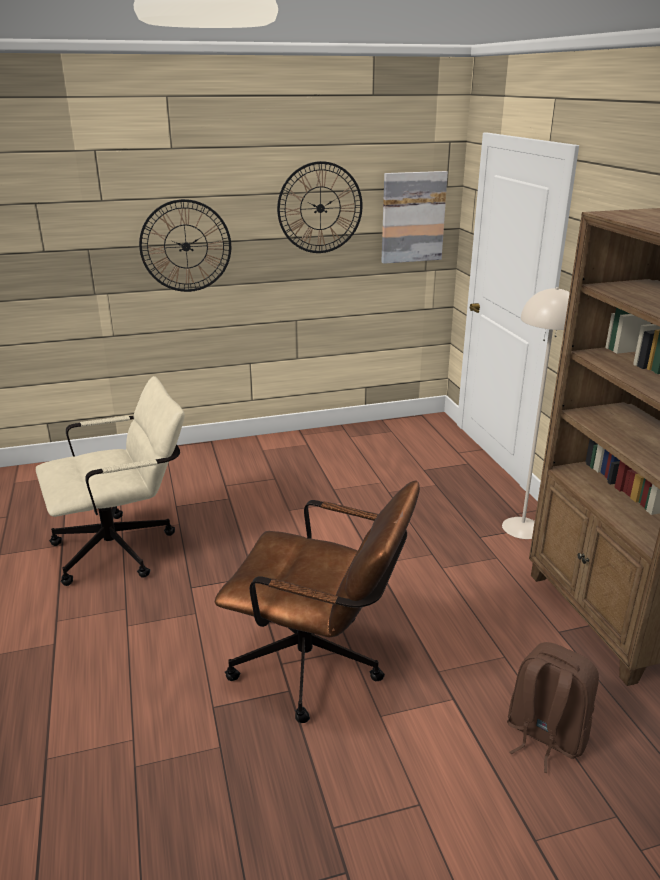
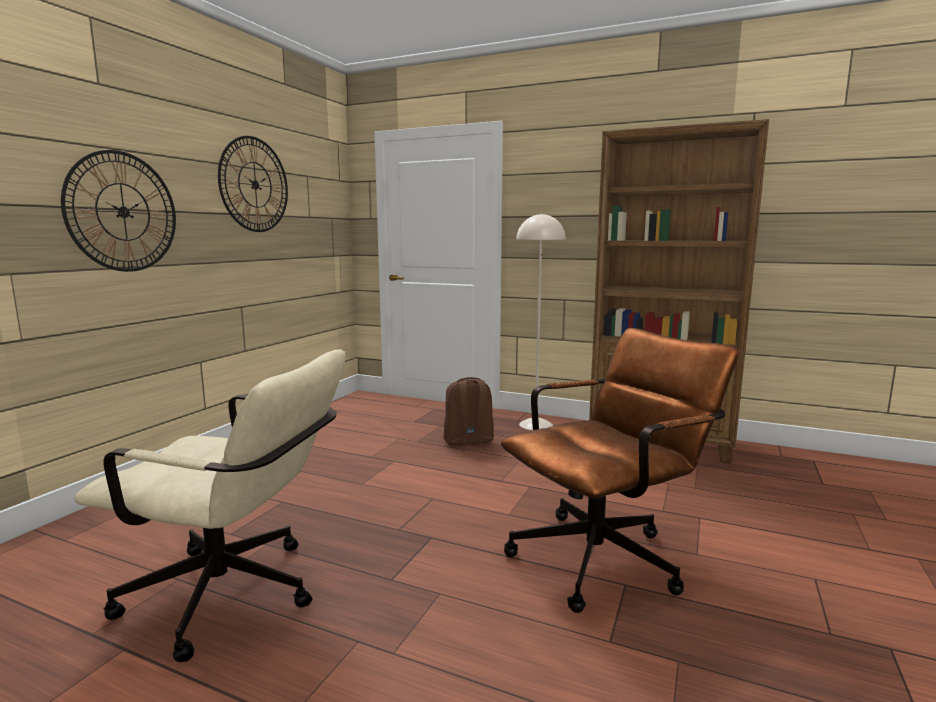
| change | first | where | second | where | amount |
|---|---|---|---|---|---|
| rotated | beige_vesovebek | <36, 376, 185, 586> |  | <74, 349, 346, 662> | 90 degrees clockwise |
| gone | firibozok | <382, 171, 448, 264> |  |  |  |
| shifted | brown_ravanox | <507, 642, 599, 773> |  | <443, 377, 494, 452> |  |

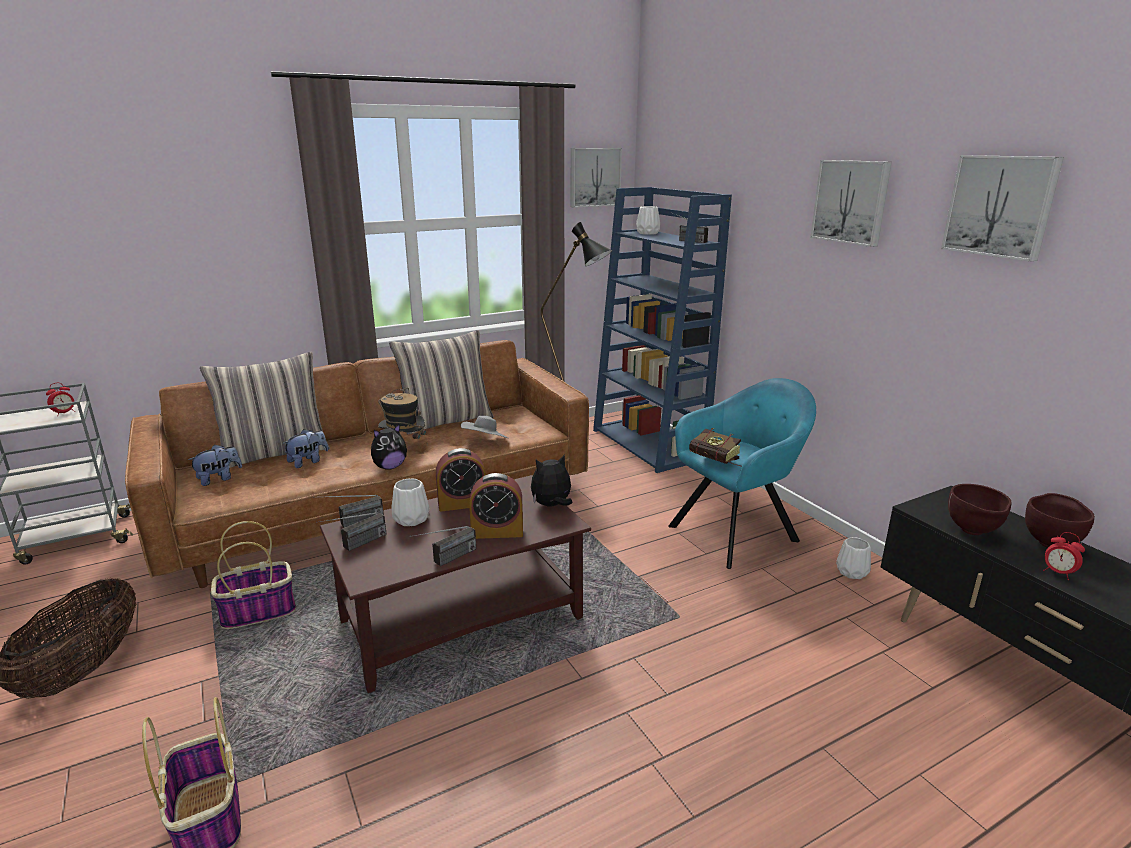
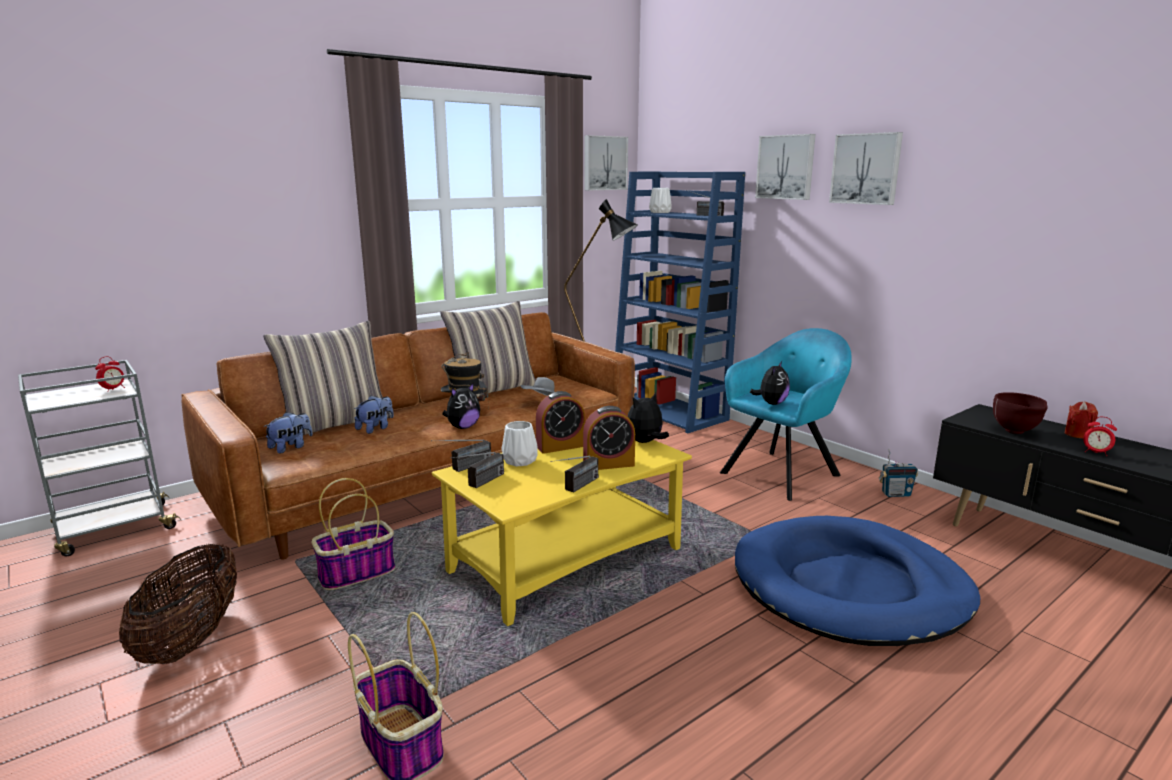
| change | first | where | second | where | amount |
|---|---|---|---|---|---|
| repainted | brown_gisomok | <320, 475, 591, 693> | yellow_gisomok | <432, 440, 692, 626> |  |
| swapped | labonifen | <689, 428, 741, 466> | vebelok | <750, 361, 790, 405> |  |
| swapped | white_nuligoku | <836, 537, 871, 579> | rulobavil | <879, 449, 918, 497> |  |
| shifted | firibozok | <941, 155, 1064, 262> |  | <755, 134, 816, 200> |  |
| swapped | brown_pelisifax | <1025, 493, 1095, 548> | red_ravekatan | <1065, 402, 1098, 439> |  |
| new |  |  | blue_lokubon | <735, 516, 980, 646> |  |

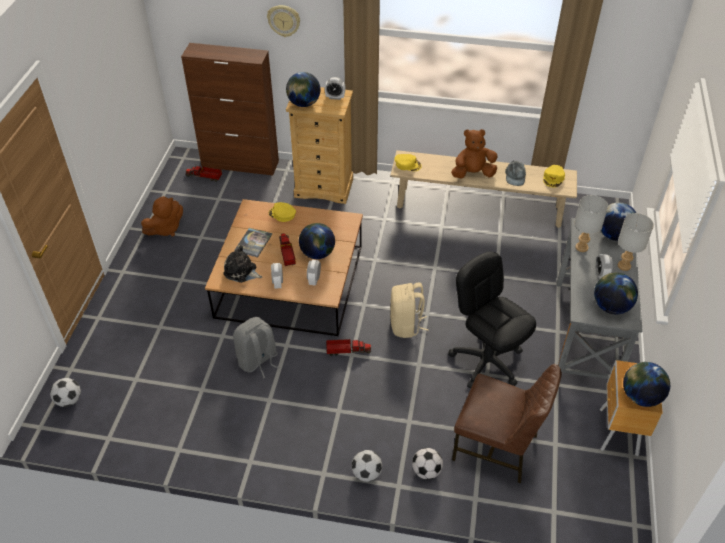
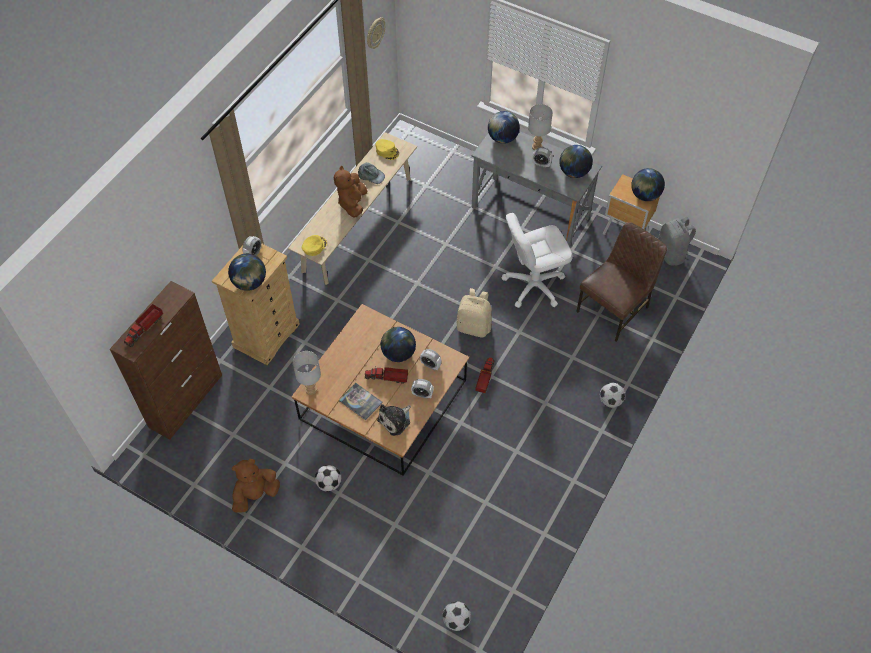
| change | first | where | second | where | amount |
|---|---|---|---|---|---|
| rotated | brown_vebelok | <141, 196, 183, 236> |  | <232, 459, 280, 512> | 105 degrees counterclockwise |
| shifted | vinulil | <185, 166, 222, 182> |  | <124, 304, 163, 347> |  |
| shifted | grey_ravanox | <233, 317, 280, 378> |  | <658, 216, 696, 266> |  |
| shifted | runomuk | <267, 5, 300, 37> |  | <367, 17, 385, 49> |  |
| gone | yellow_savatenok | <269, 202, 296, 222> |  |  |  |
| shifted | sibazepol | <412, 448, 443, 480> |  | <315, 465, 341, 492> |  |
| repainted | black_vesovebek | <448, 251, 536, 388> | white_vesovebek | <502, 213, 573, 308> |  |
| shifted | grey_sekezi | <574, 195, 608, 252> |  | <293, 351, 321, 395> |  |

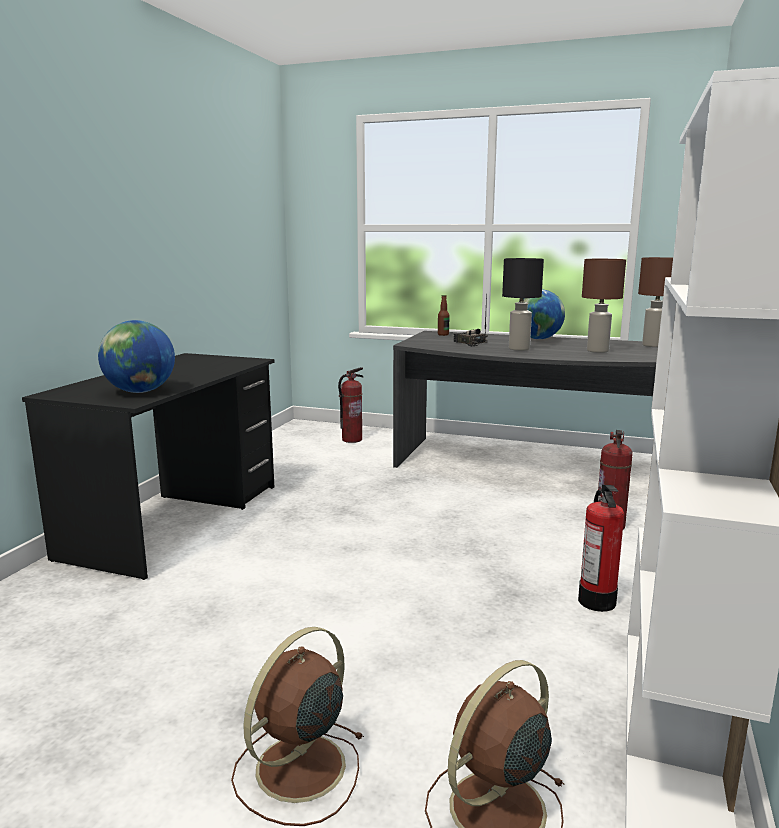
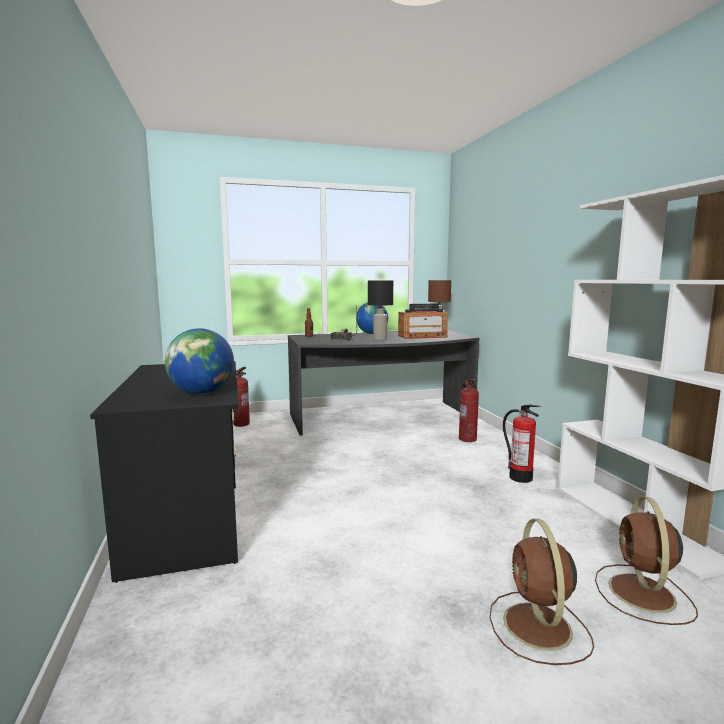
| change | first | where | second | where | amount |
|---|---|---|---|---|---|
| swapped | brown_sekezi | <582, 259, 626, 353> | rulobavil | <398, 304, 448, 339> |  |

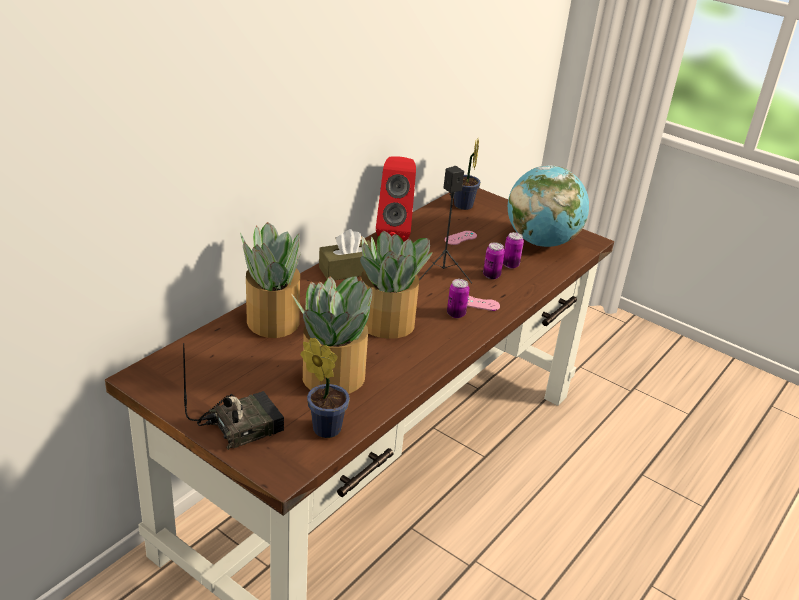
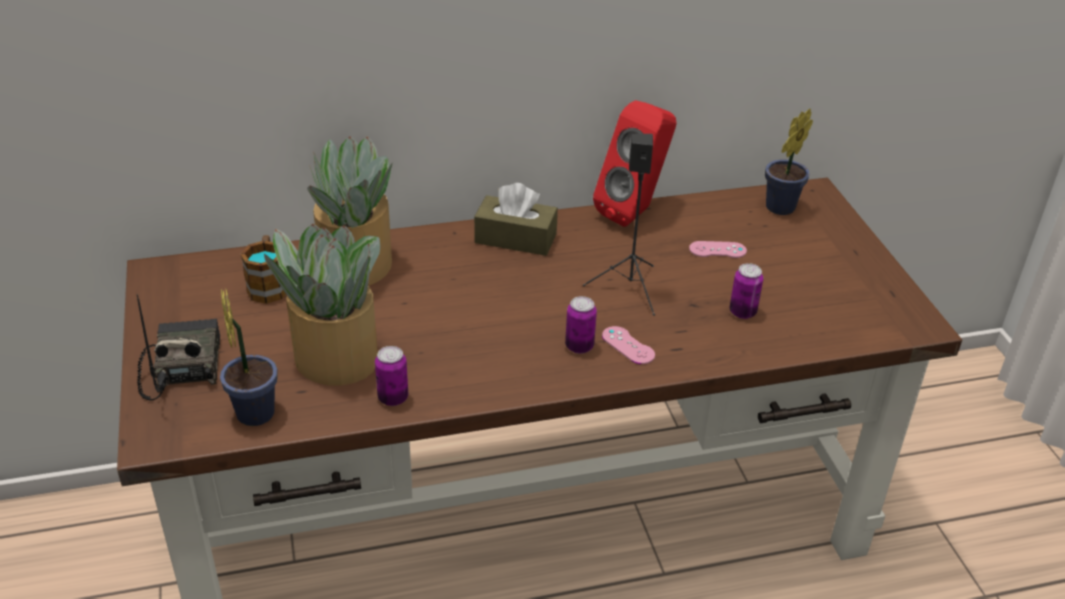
| change | first | where | second | where | amount |
|---|---|---|---|---|---|
| rotated | rulobavil | <183, 343, 284, 450> |  | <137, 294, 220, 401> | 105 degrees counterclockwise |
| gone | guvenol | <360, 231, 433, 339> |  |  |  |
| shifted | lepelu | <483, 242, 505, 279> |  | <375, 346, 408, 406> |  |
| gone | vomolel | <508, 165, 589, 247> |  |  |  |
| new |  |  | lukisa | <241, 235, 286, 304> |  |

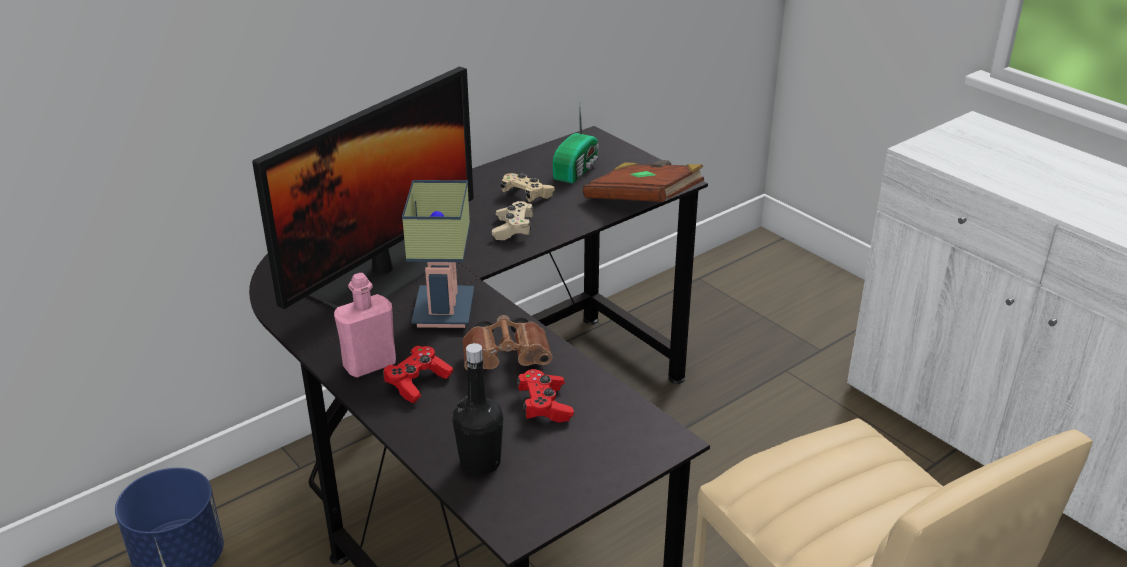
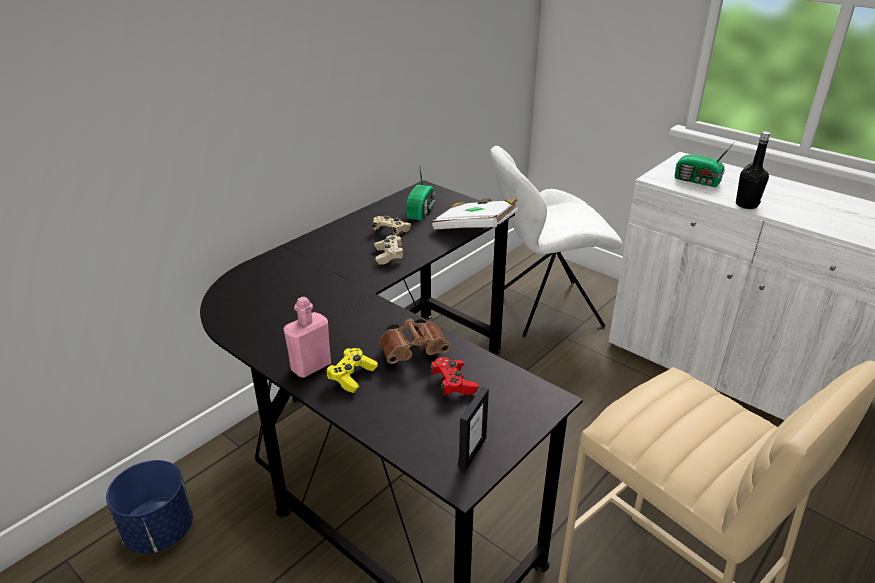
| change | first | where | second | where | amount |
|---|---|---|---|---|---|
| gone | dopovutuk | <252, 67, 474, 309> |  |  |  |
| repainted | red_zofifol | <382, 346, 453, 403> | yellow_zofifol | <326, 348, 378, 393> |  |
| gone | sekezi | <402, 180, 474, 328> |  |  |  |
| shifted | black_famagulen | <453, 343, 503, 476> |  | <736, 131, 770, 209> |  |
| repainted | brown_labonifen | <583, 160, 704, 202> | white_labonifen | <432, 199, 518, 230> |  |
| new |  |  | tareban | <458, 387, 489, 472> |  |
| new |  |  | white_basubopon | <490, 146, 622, 337> |  |
| new |  |  | rulobavil | <675, 142, 735, 187> |  |

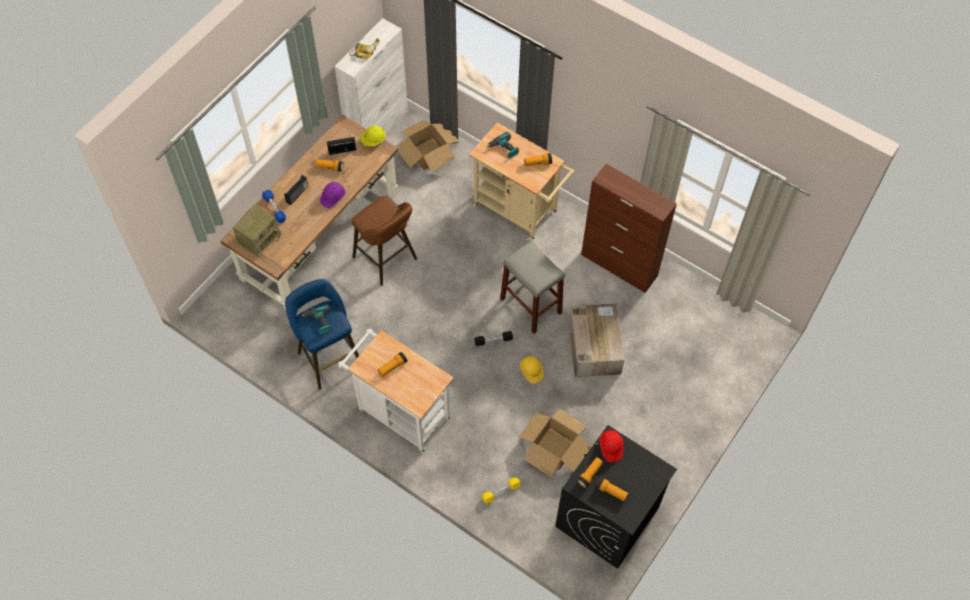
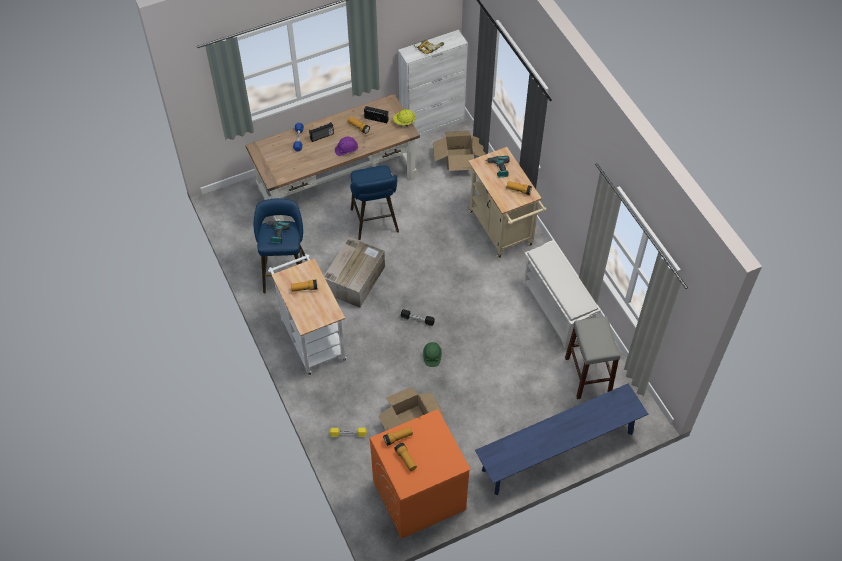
| change | first | where | second | where | amount |
|---|---|---|---|---|---|
| gone | rulobavil | <233, 205, 282, 257> |  |  |  |
| repainted | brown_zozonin | <352, 196, 417, 286> | blue_zozonin | <350, 165, 399, 240> |  |
| shifted | grey_zozonin | <500, 241, 565, 334> |  | <565, 316, 620, 399> |  |
| repainted | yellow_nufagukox | <520, 356, 543, 383> | green_nufagukox | <423, 342, 442, 367> |  |
| repainted | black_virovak | <555, 425, 677, 569> | orange_virovak | <370, 409, 471, 539> |  |
| shifted | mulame | <569, 304, 624, 377> |  | <324, 237, 385, 308> |  |
| swapped | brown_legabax | <581, 164, 677, 293> | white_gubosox | <523, 240, 601, 348> |  |
| gone | red_nufagukox | <599, 430, 624, 462> |  |  |  |
| new |  |  | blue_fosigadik | <475, 383, 648, 495> |  |

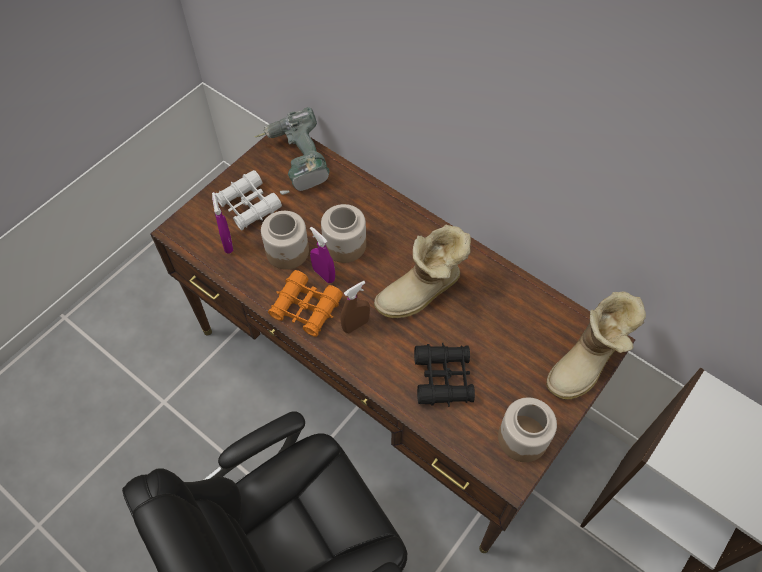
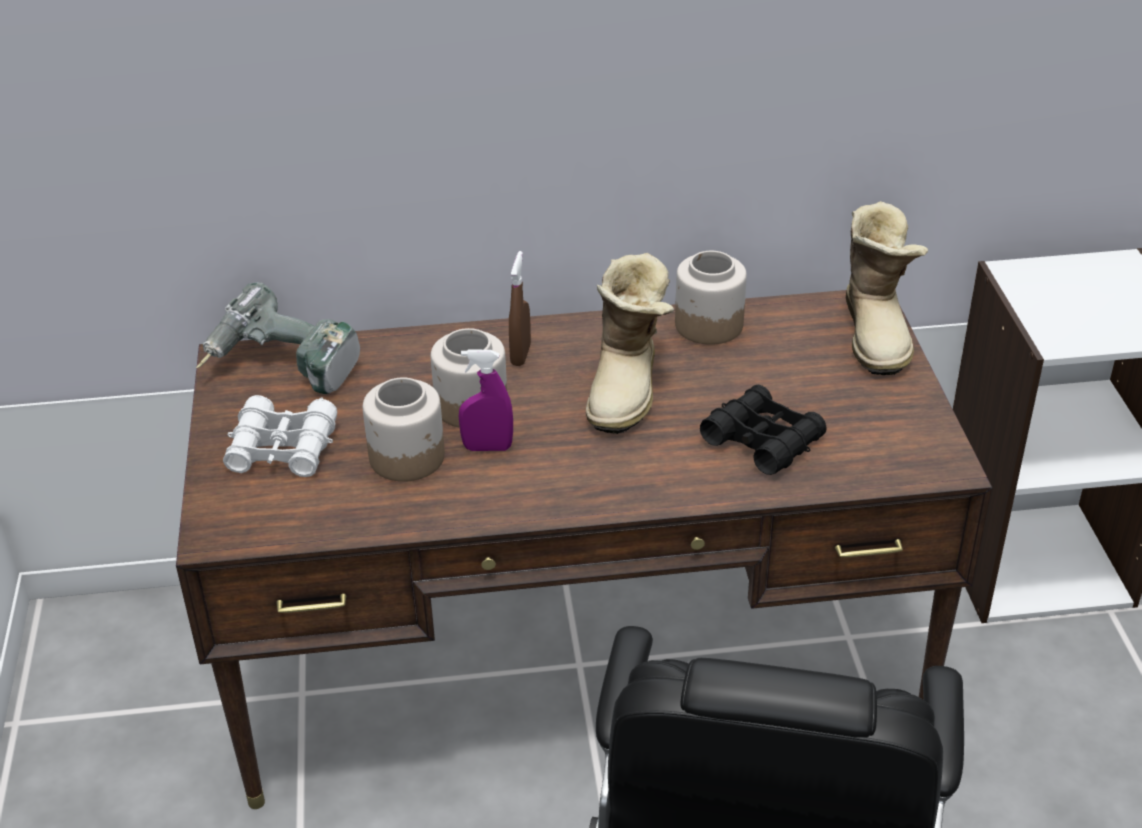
| change | first | where | second | where | amount |
|---|---|---|---|---|---|
| gone | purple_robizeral | <212, 192, 233, 253> |  |  |  |
| gone | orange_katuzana | <268, 270, 343, 337> |  |  |  |
| shifted | brown_robizeral | <340, 281, 370, 333> |  | <509, 251, 531, 366> |  |
| shifted | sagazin | <498, 397, 557, 462> |  | <675, 251, 747, 345> |  |

